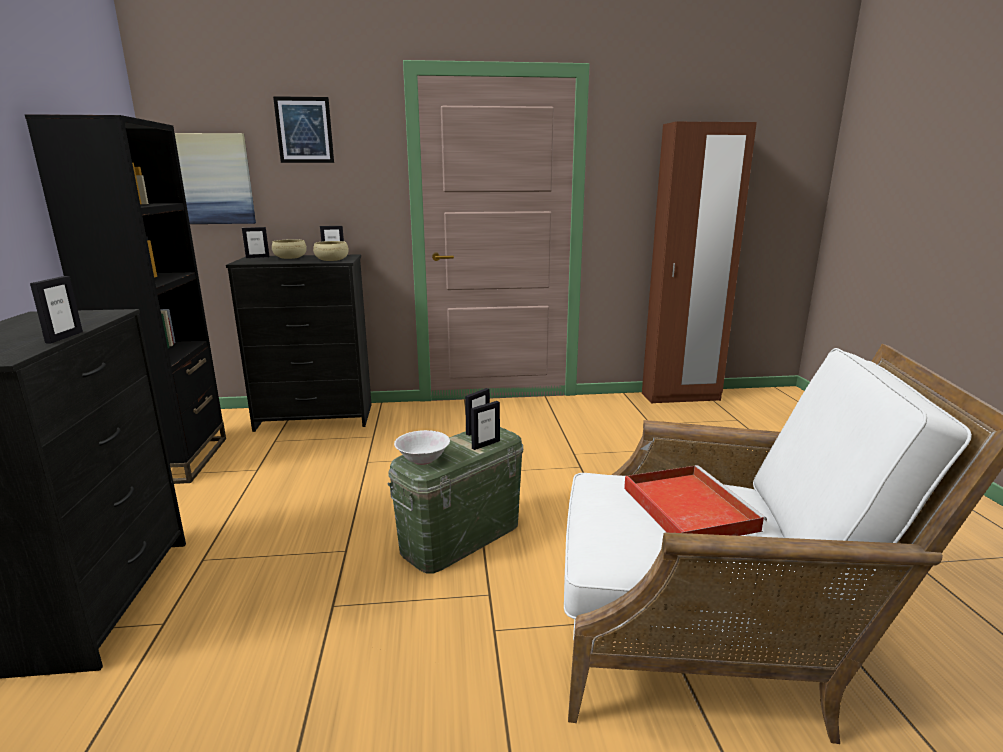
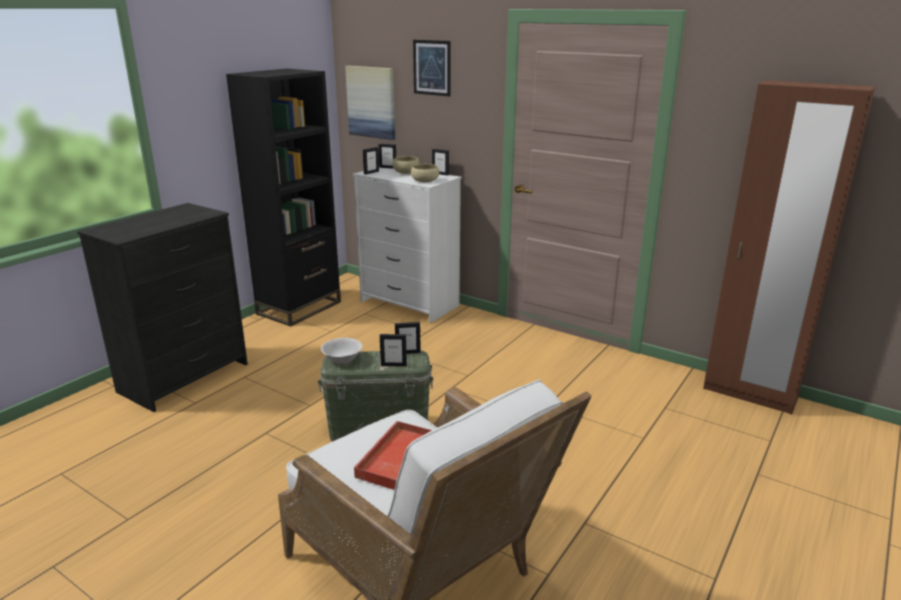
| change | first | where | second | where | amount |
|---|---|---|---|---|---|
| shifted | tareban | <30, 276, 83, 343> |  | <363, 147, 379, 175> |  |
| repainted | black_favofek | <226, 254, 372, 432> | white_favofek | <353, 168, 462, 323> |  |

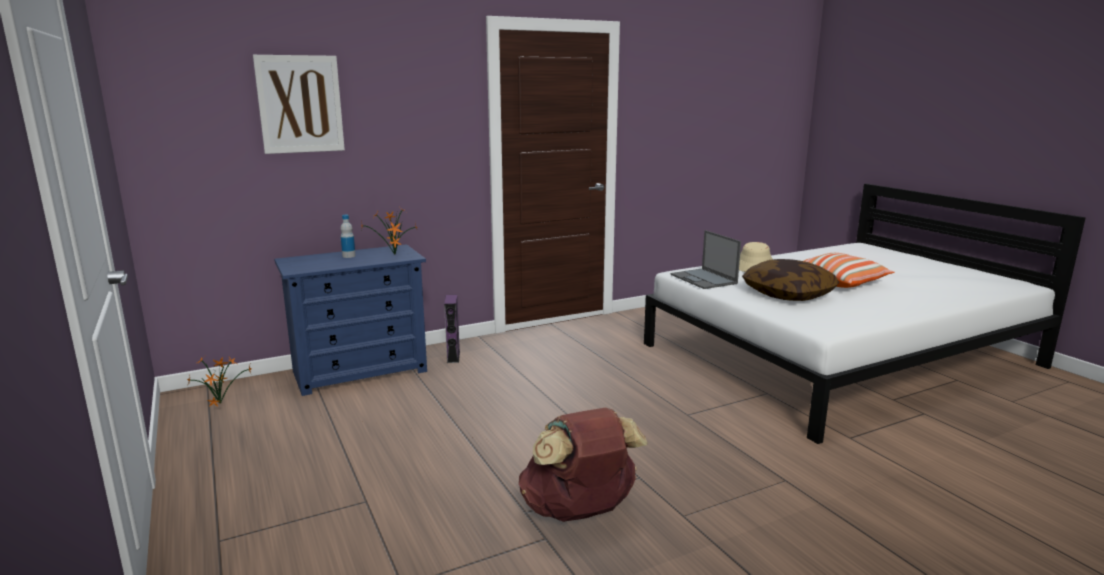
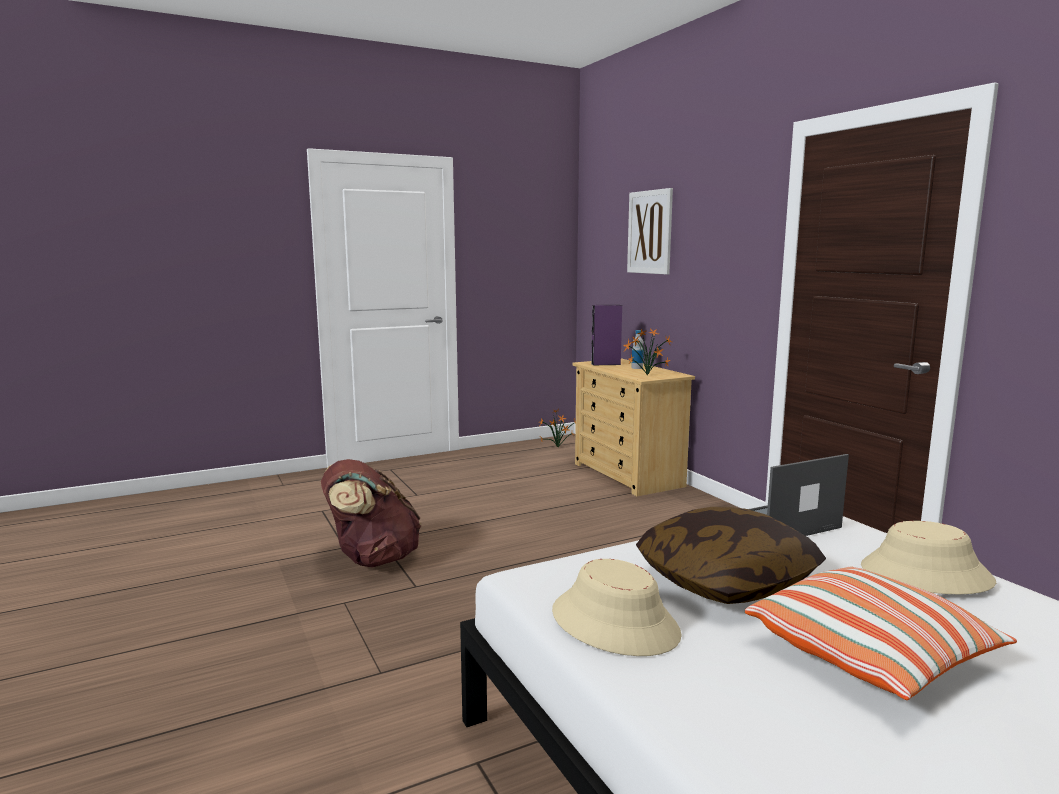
| change | first | where | second | where | amount |
|---|---|---|---|---|---|
| repainted | blue_favofek | <274, 244, 427, 396> | beige_favofek | <572, 358, 695, 496> |  |
| shifted | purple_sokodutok | <444, 295, 460, 363> |  | <591, 305, 622, 365> |  |
| new |  |  | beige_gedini | <552, 559, 682, 656> |  |

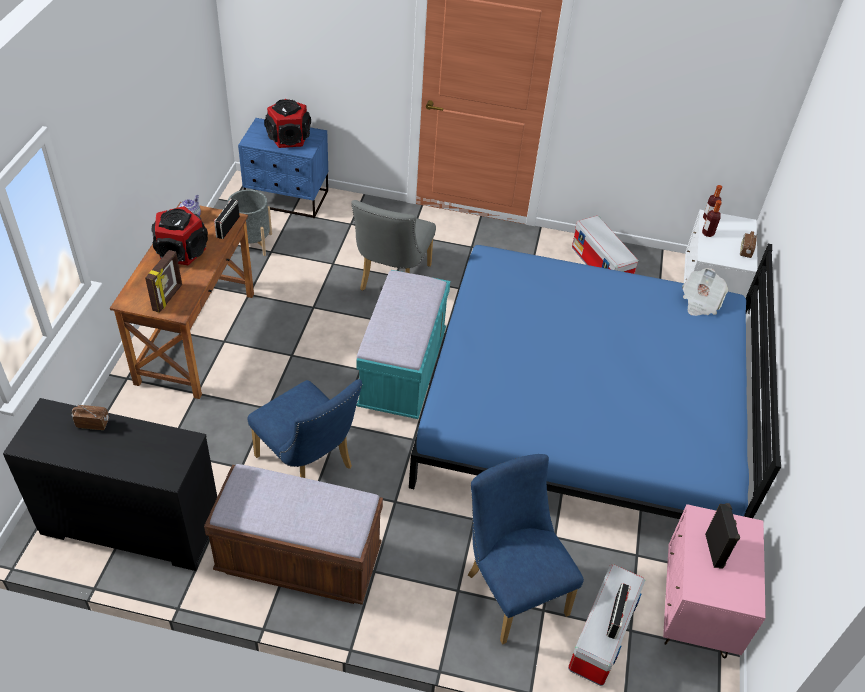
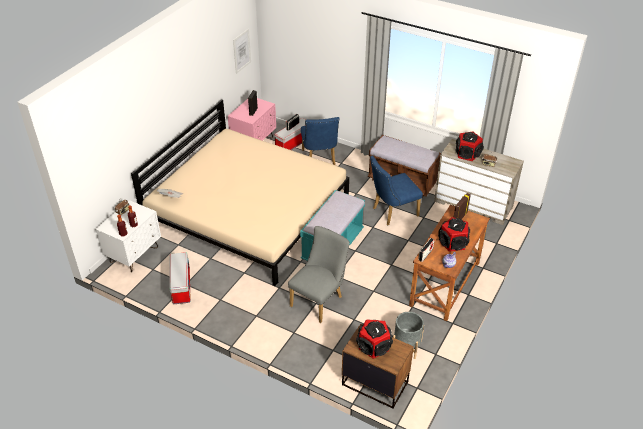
| change | first | where | second | where | amount |
|---|---|---|---|---|---|
| repainted | black_favofek | <3, 398, 217, 571> | beige_favofek | <434, 139, 524, 225> |  |
| repainted | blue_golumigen | <238, 118, 328, 218> | brown_golumigen | <342, 324, 414, 409> |  |
| rotated | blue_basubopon | <247, 379, 362, 478> |  | <370, 155, 423, 225> | 90 degrees counterclockwise |
| repainted | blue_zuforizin | <409, 244, 781, 519> | beige_zuforizin | <131, 99, 349, 286> |  |
| new |  |  | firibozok | <233, 29, 251, 74> |  |
| new |  |  | sokodutok | <455, 132, 484, 161> |  |

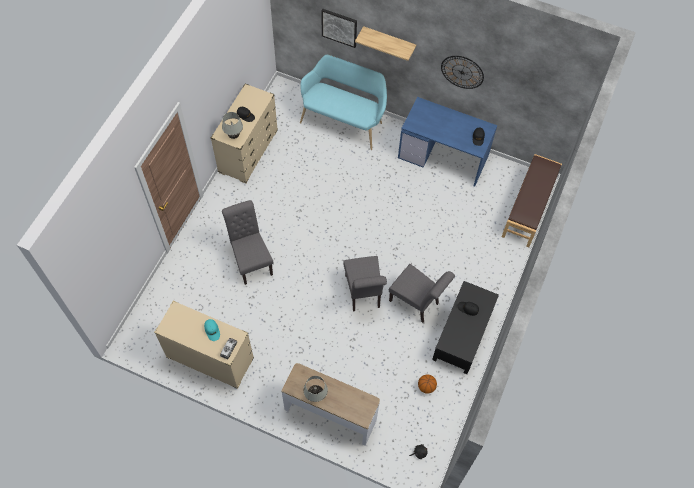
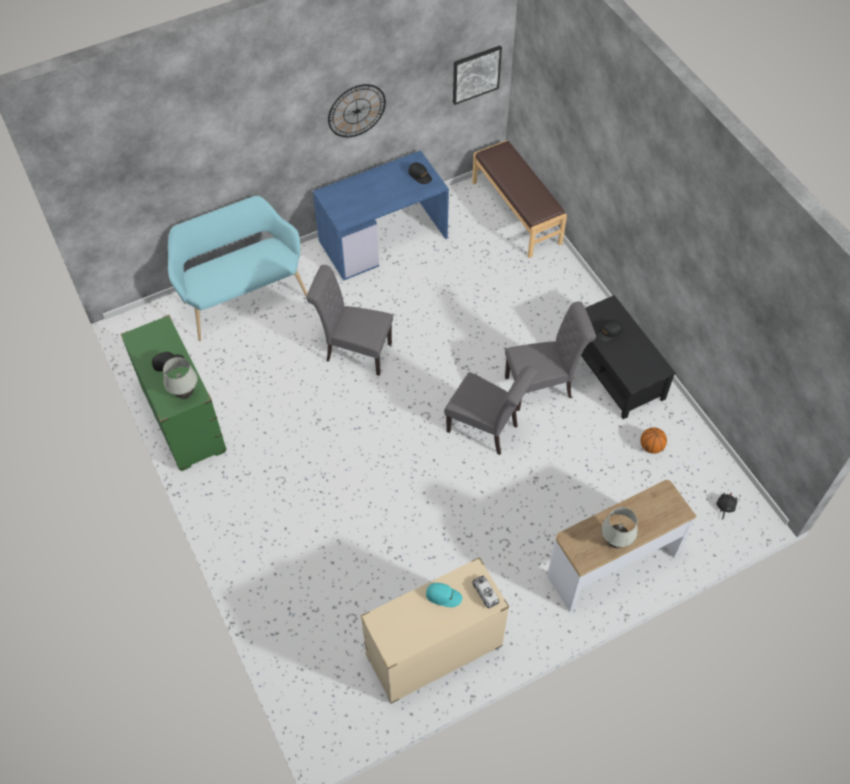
| change | first | where | second | where | amount |
|---|---|---|---|---|---|
| repainted | beige_favofek | <211, 83, 278, 184> | green_favofek | <120, 315, 227, 471> |  |
| shifted | grey_basubopon | <222, 200, 274, 285> |  | <306, 265, 393, 376> |  |
| shifted | firibozok | <321, 9, 357, 48> |  | <453, 46, 502, 105> |  |
| gone | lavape | <355, 26, 416, 61> |  |  |  |

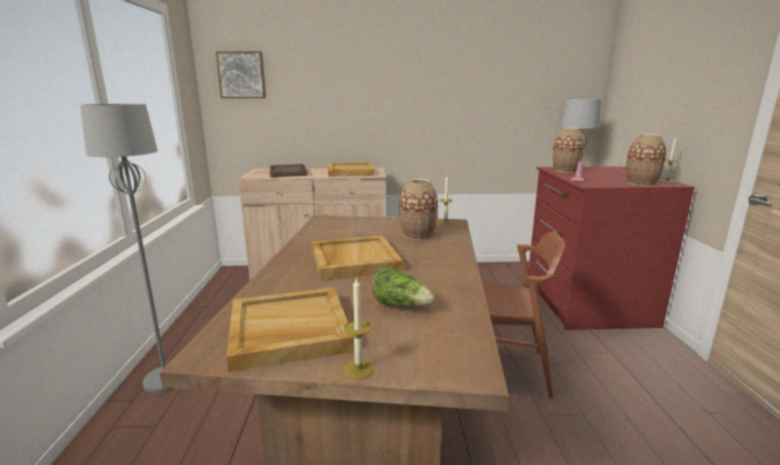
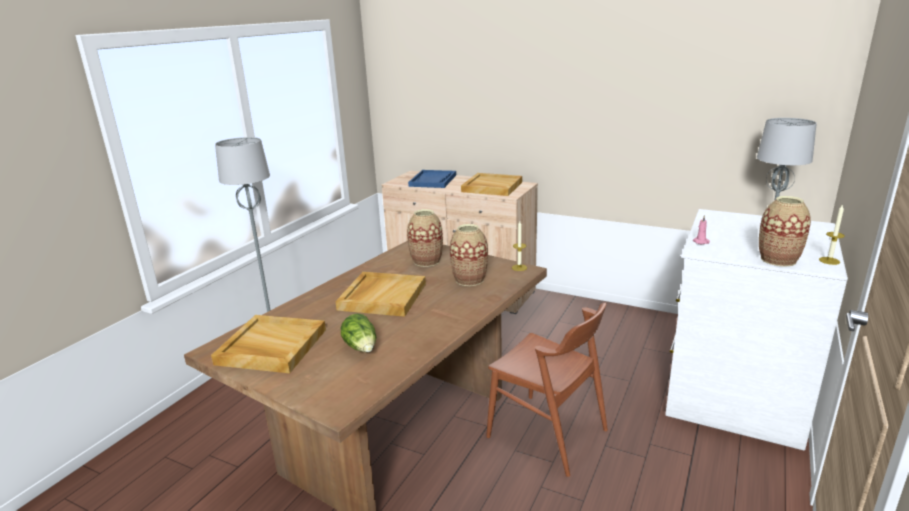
| change | first | where | second | where | amount |
|---|---|---|---|---|---|
| gone | firibozok | <216, 51, 266, 98> |  |  |  |
| repainted | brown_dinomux | <270, 164, 308, 177> | blue_dinomux | <408, 170, 456, 188> |  |
| gone | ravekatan | <343, 277, 374, 379> |  |  |  |
| repainted | red_favofek | <528, 166, 695, 330> | white_favofek | <665, 209, 848, 450> |  |
| shifted | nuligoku | <553, 128, 584, 173> |  | <407, 209, 443, 267> |  |

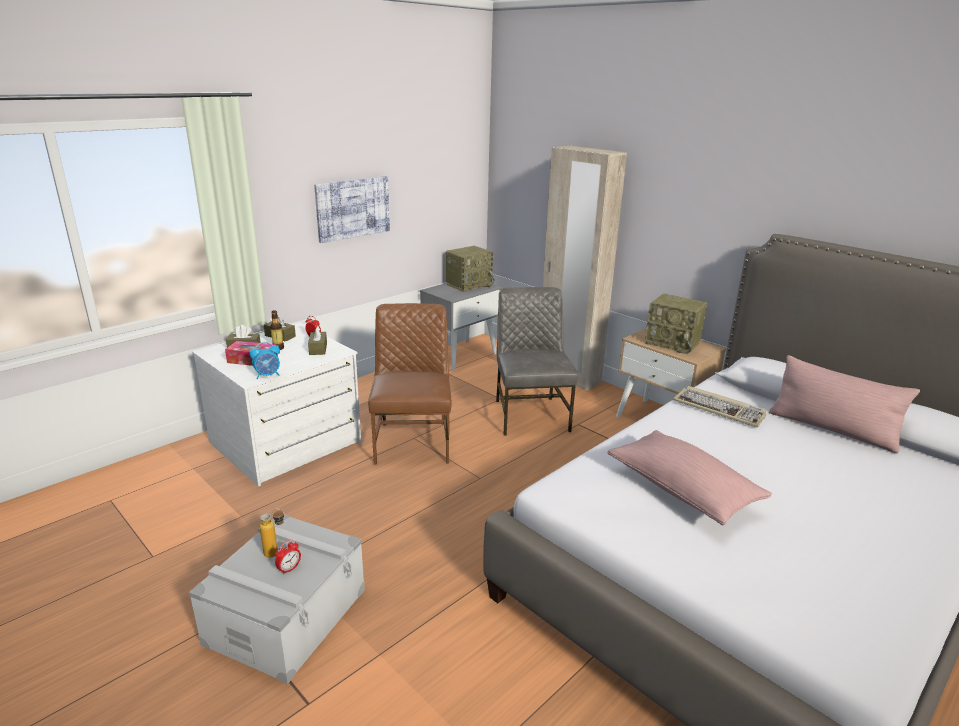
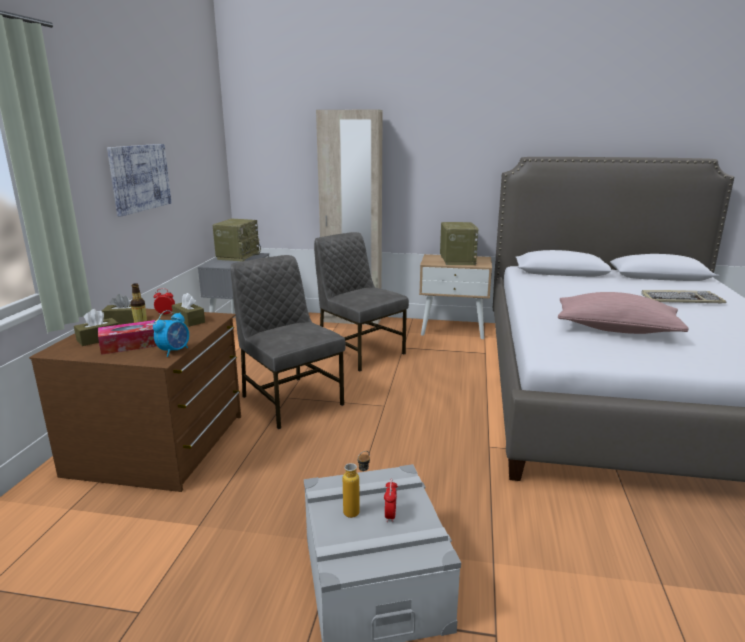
| change | first | where | second | where | amount |
|---|---|---|---|---|---|
| repainted | white_favofek | <192, 322, 361, 487> | brown_favofek | <29, 309, 241, 492> |  |
| repainted | brown_basubopon | <368, 303, 452, 465> | grey_basubopon | <231, 255, 346, 429> |  |
| rotated | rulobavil | <645, 293, 707, 354> |  | <440, 222, 478, 265> | 90 degrees counterclockwise |
| shifted | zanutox | <673, 386, 767, 428> |  | <641, 290, 726, 303> |  |
| gone | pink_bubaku | <769, 355, 920, 454> |  |  |  |

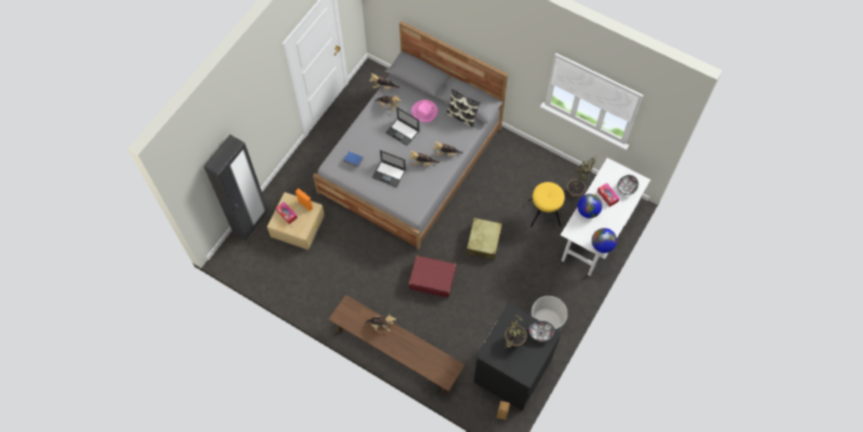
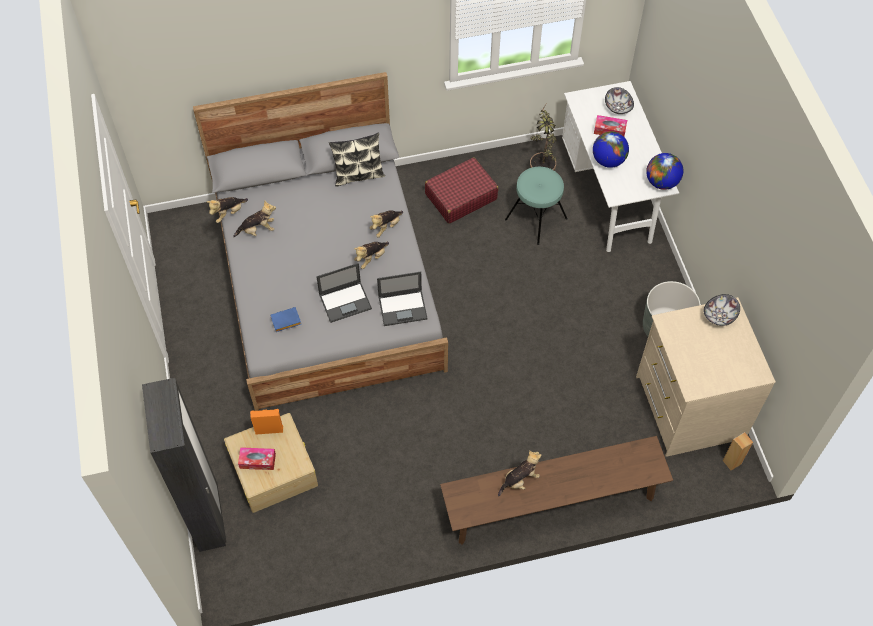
| change | first | where | second | where | amount |
|---|---|---|---|---|---|
| shifted | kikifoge | <386, 107, 419, 146> |  | <377, 272, 428, 326> |  |
| shifted | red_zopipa | <409, 256, 457, 298> |  | <425, 157, 498, 224> |  |
| gone | pink_gedini | <411, 100, 438, 122> |  |  |  |
| gone | beige_zopipa | <466, 218, 502, 260> |  |  |  |
| repainted | black_favofek | <474, 303, 562, 411> | beige_favofek | <636, 297, 776, 457> |  |
| gone | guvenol | <505, 315, 527, 347> |  |  |  |
| repainted | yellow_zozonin | <528, 182, 565, 227> | turquoise_zozonin | <505, 167, 568, 245> |  |

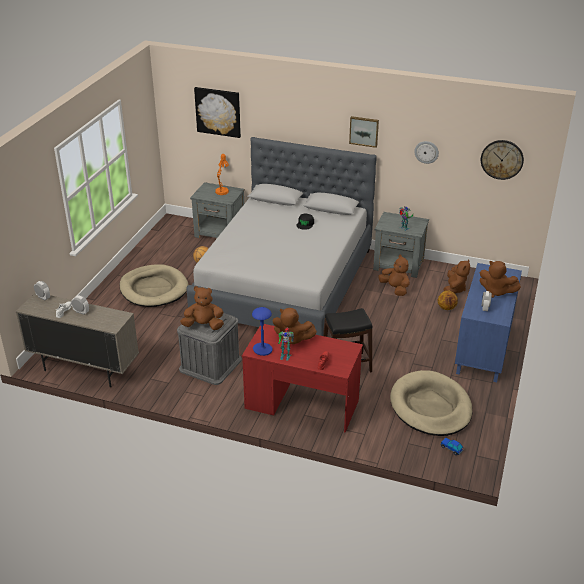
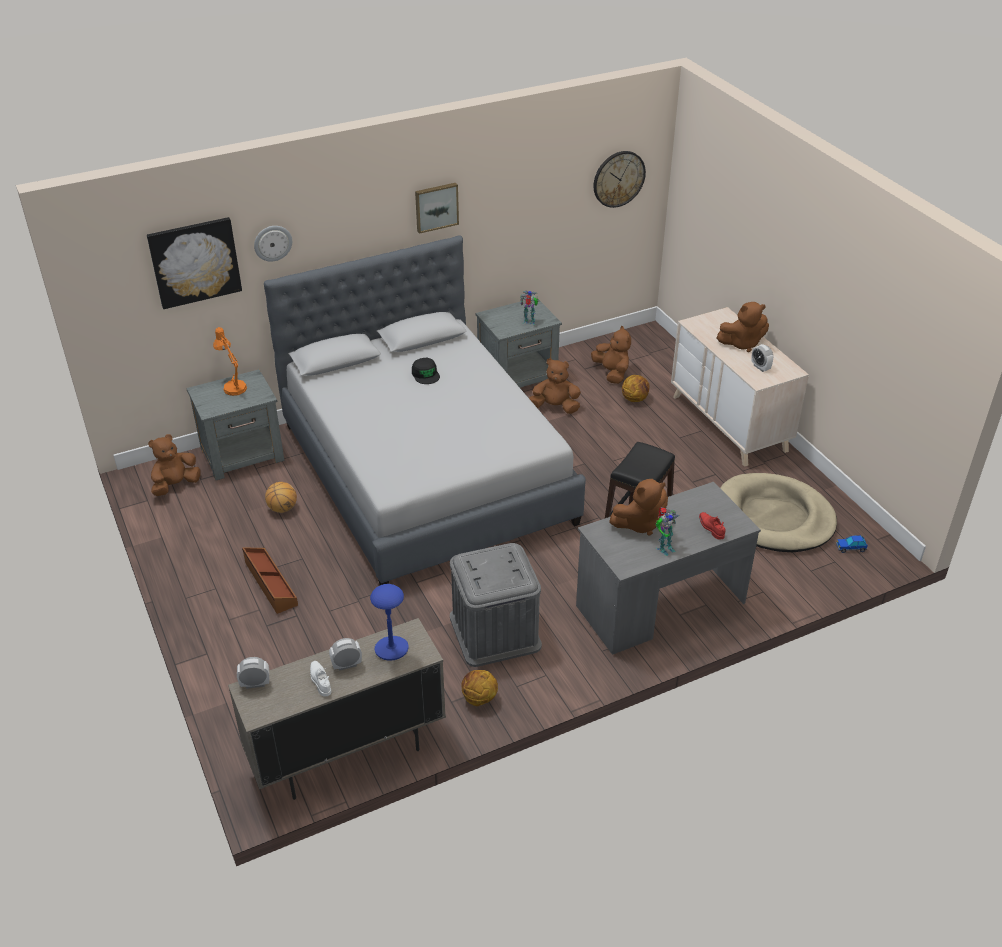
| change | first | where | second | where | amount |
|---|---|---|---|---|---|
| swapped | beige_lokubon | <119, 264, 188, 307> | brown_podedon | <242, 548, 298, 614> |  |
| shifted | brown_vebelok | <180, 286, 224, 330> |  | <148, 434, 201, 496> |  |
| repainted | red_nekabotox | <242, 324, 363, 433> | grey_nekabotox | <576, 482, 761, 655> |  |
| shifted | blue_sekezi | <252, 307, 273, 356> |  | <370, 584, 409, 661> |  |
| shifted | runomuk | <414, 141, 439, 164> |  | <254, 226, 292, 262> |  |
| repainted | blue_favofek | <455, 263, 522, 382> | beige_favofek | <671, 307, 809, 467> |  |
| new |  |  | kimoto | <461, 670, 498, 706> |  |

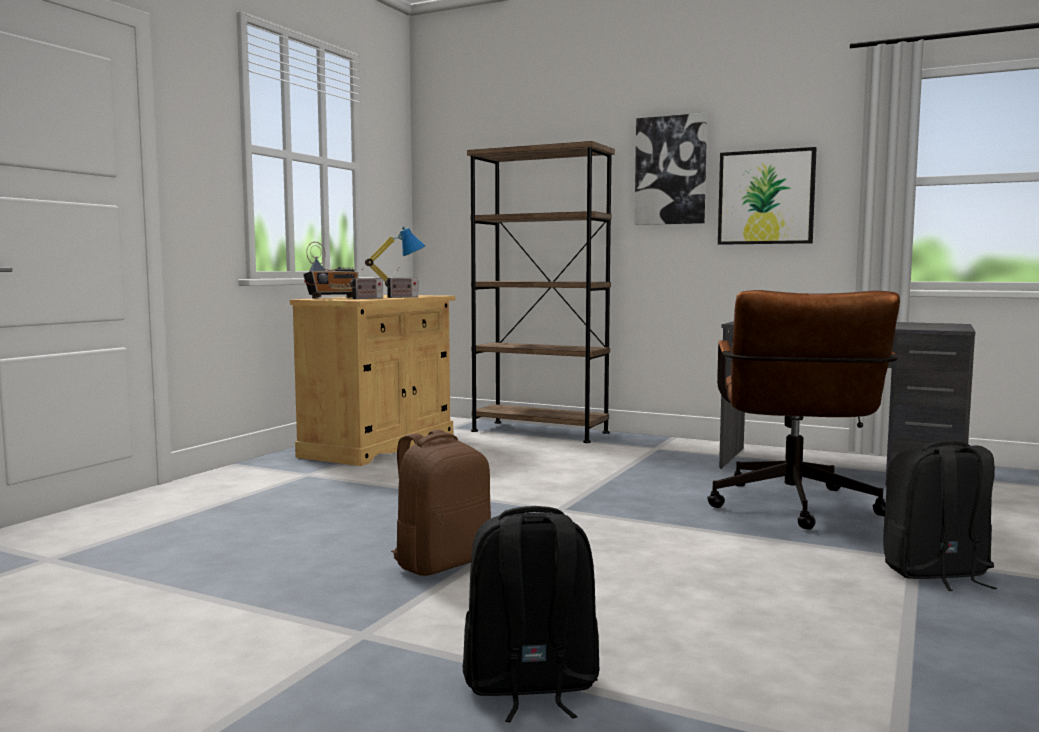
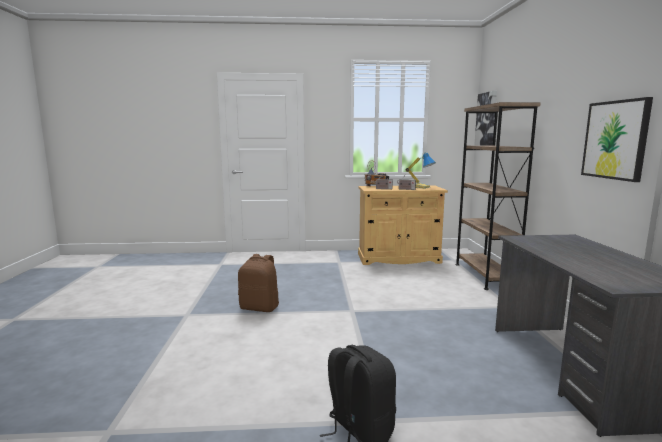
| change | first | where | second | where | amount |
|---|---|---|---|---|---|
| gone | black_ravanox | <463, 506, 599, 723> |  |  |  |
| shifted | firibozok | <635, 113, 707, 225> |  | <474, 91, 497, 146> |  |
| gone | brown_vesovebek | <707, 290, 900, 529> |  |  |  |

